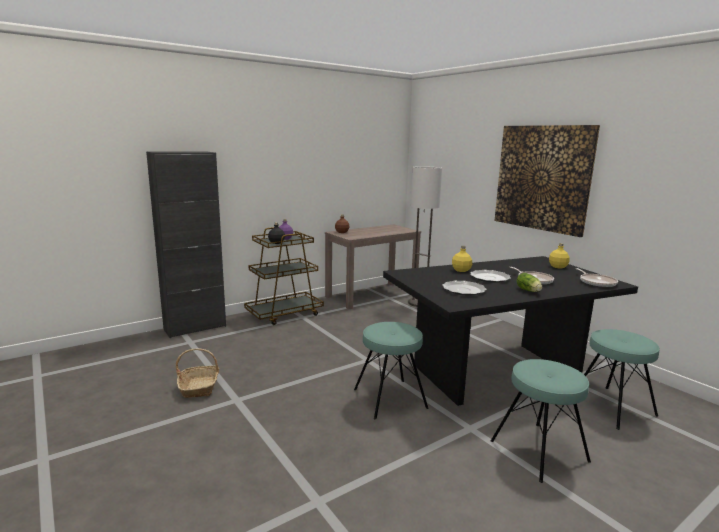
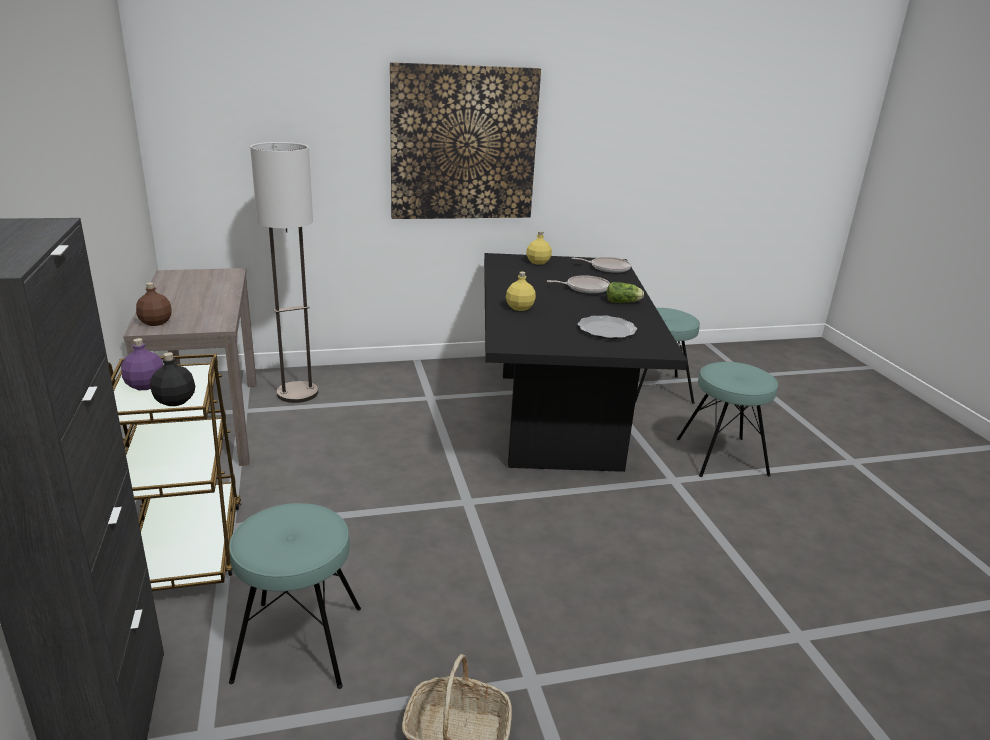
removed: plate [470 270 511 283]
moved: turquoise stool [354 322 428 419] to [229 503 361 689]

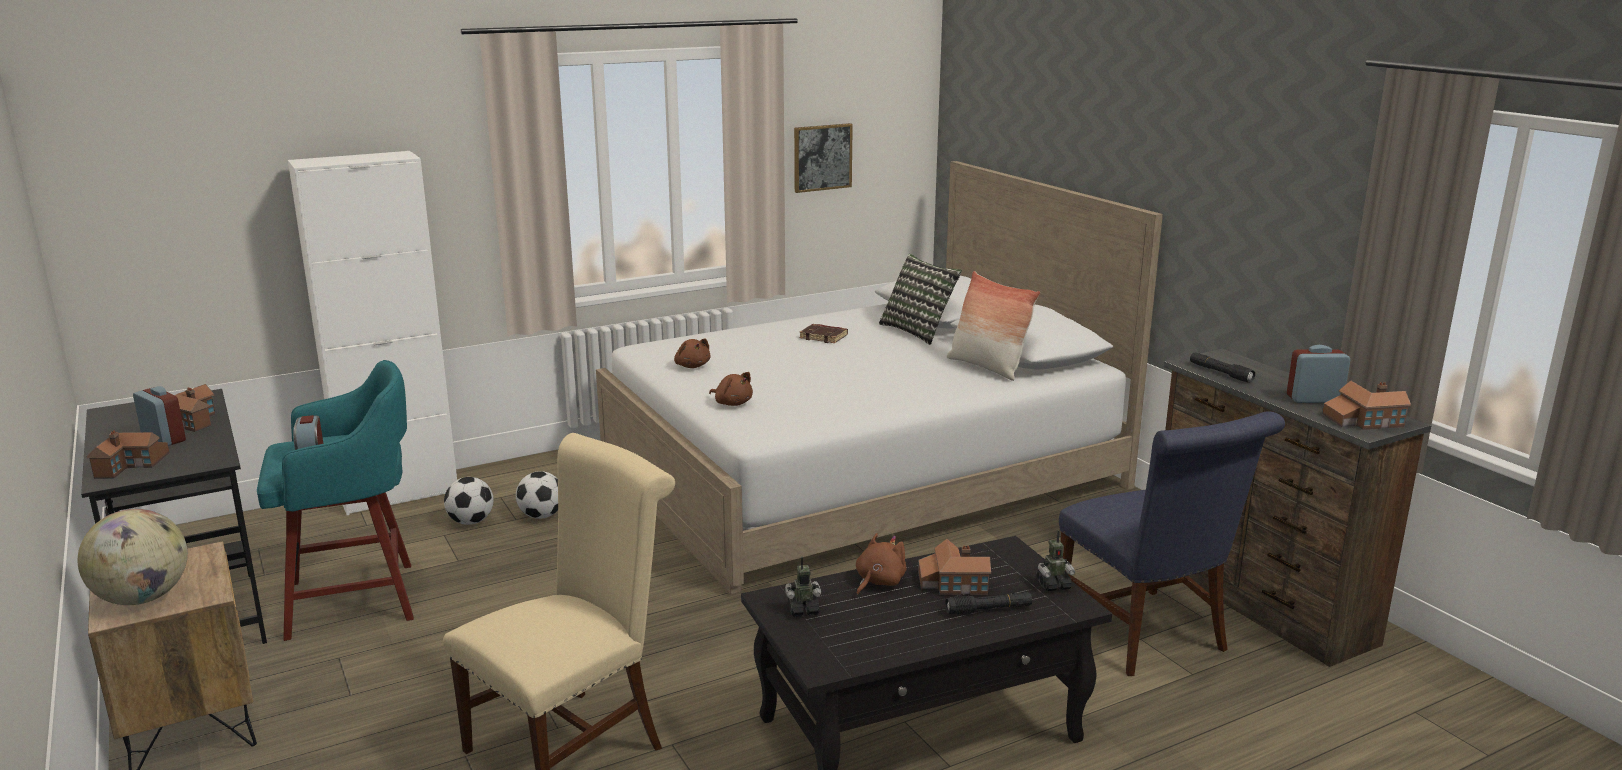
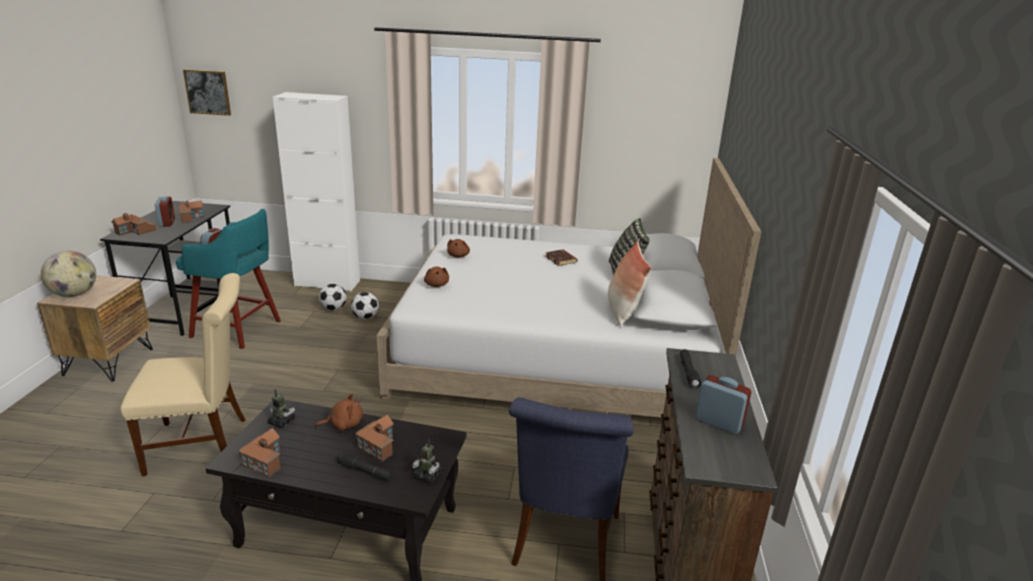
moved: picture [794 123 853 193] to [183 69 231 116]; toy house [1322 380 1411 430] to [239 428 280 478]

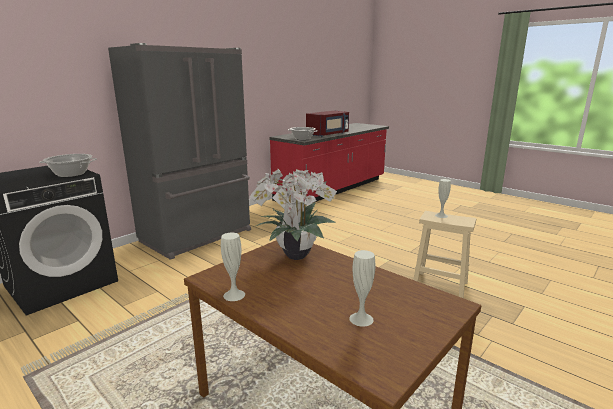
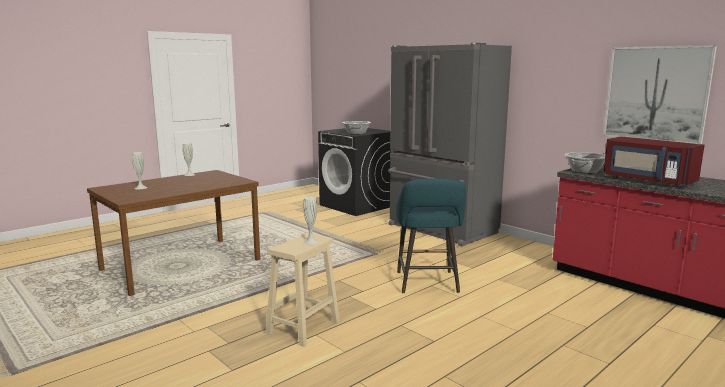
removed: potted plant [249 169 337 260]
added: turquoise stool [397 179 466 294]; picture [603 45 717 144]

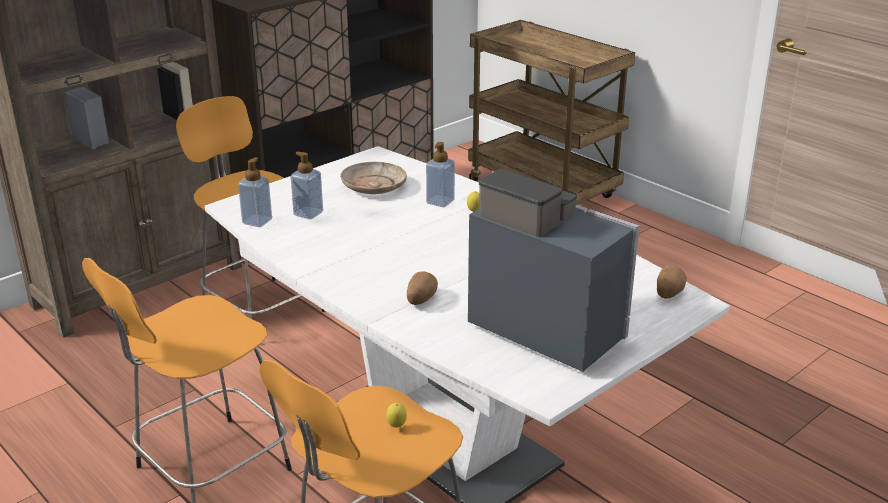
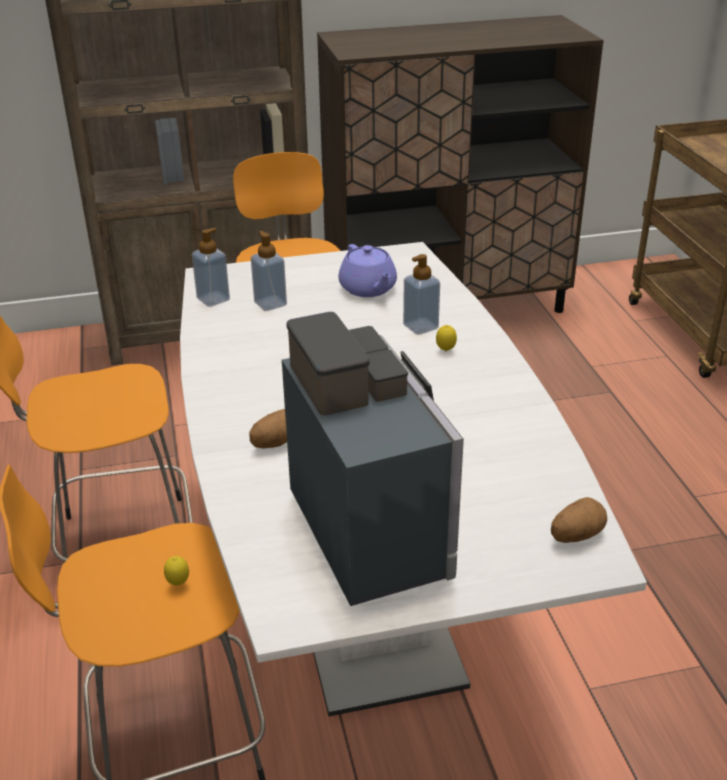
replaced: beige plate [340 162 407 194] to purple teapot [339 244 397 297]

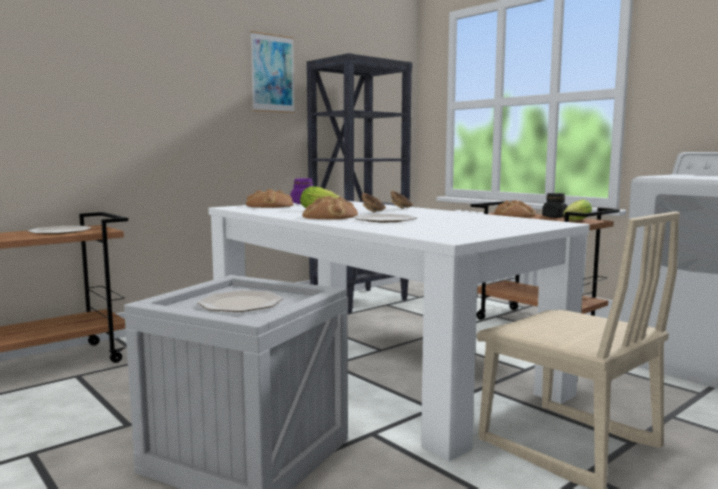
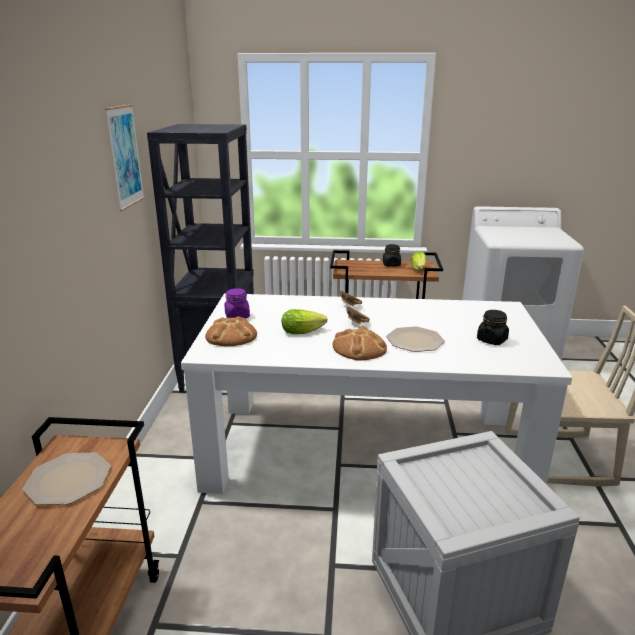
removed: plate [197 290 283 312]; bread [494 200 536 217]
added: black jar [477 310 509 345]

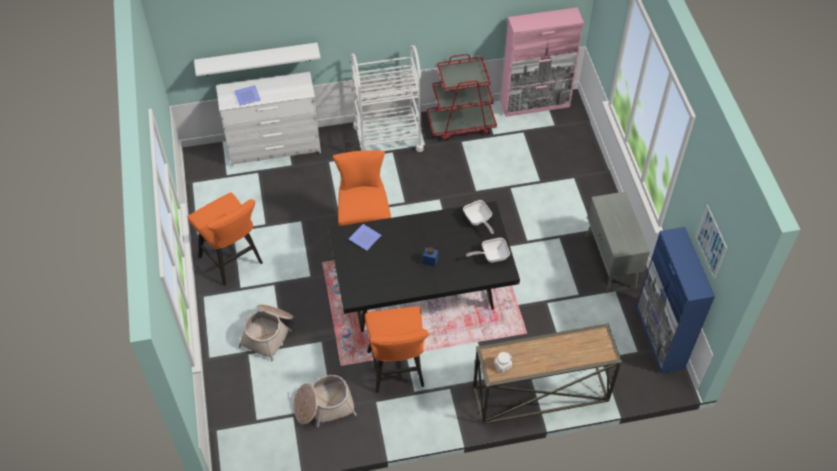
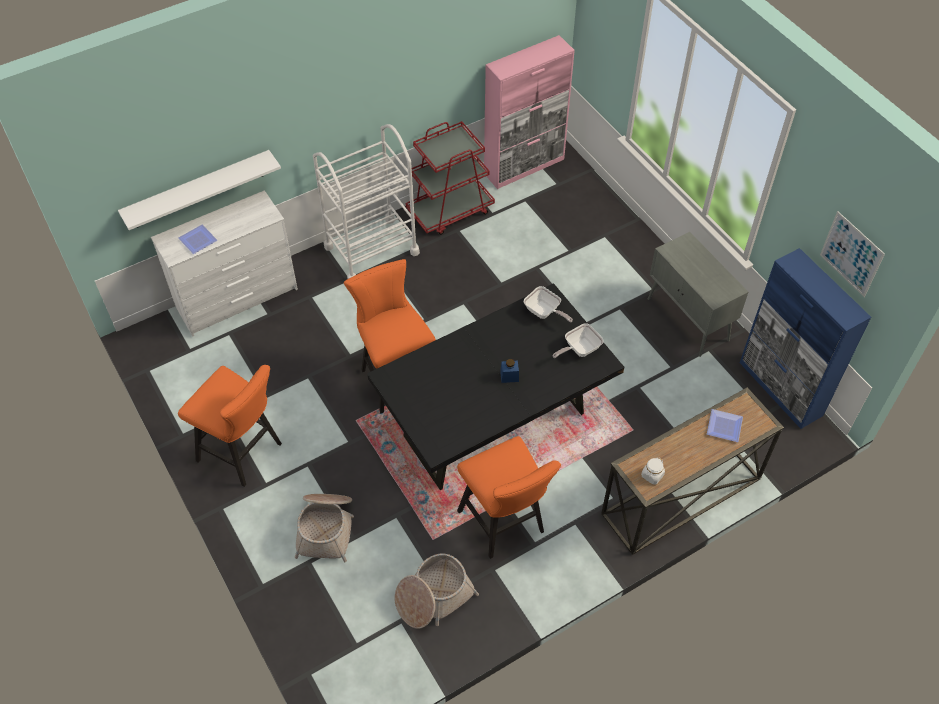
moved: plate [349 224 381 250] to [707 409 743 442]

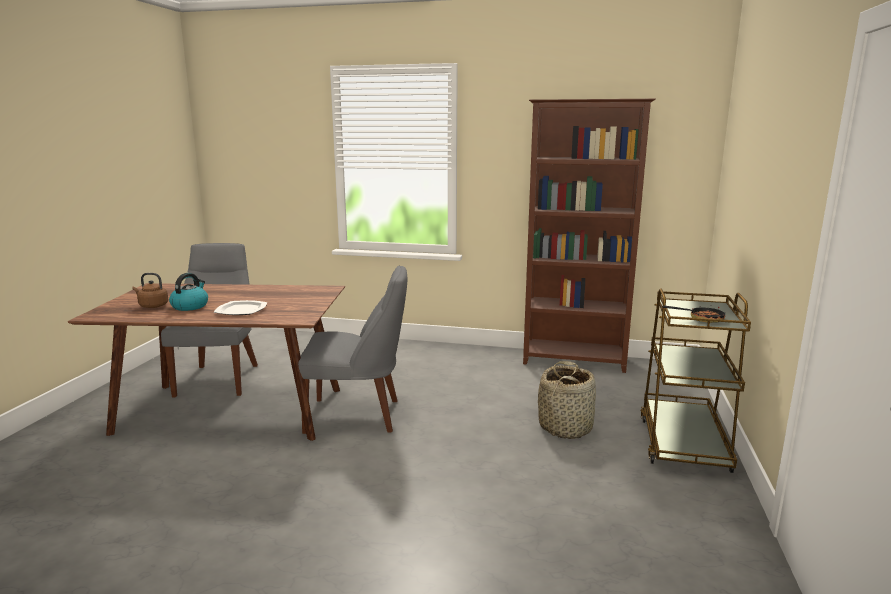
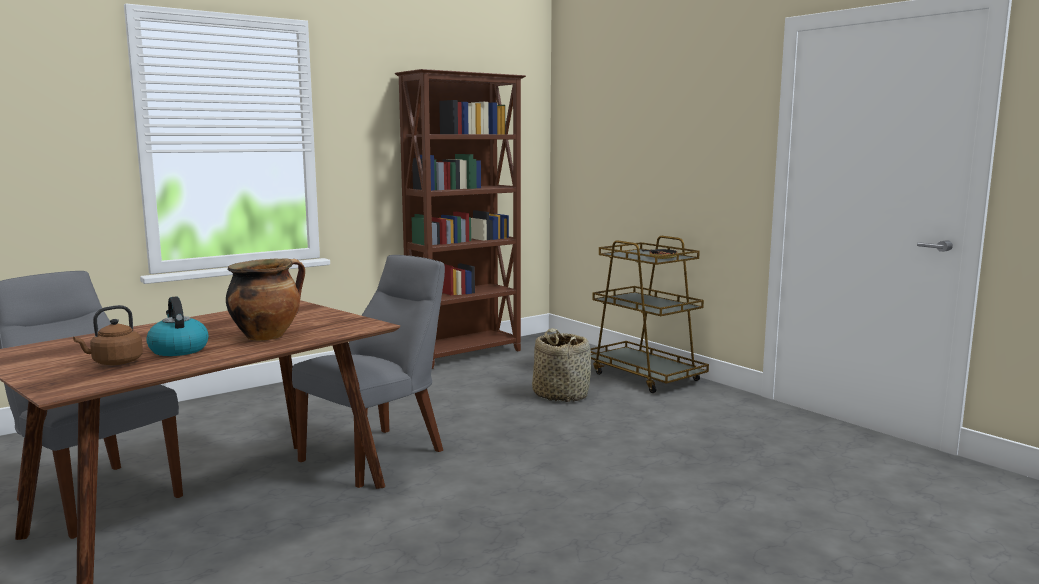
replaced: plate [214 300 267 315] to cooking pot [226 259 305 341]

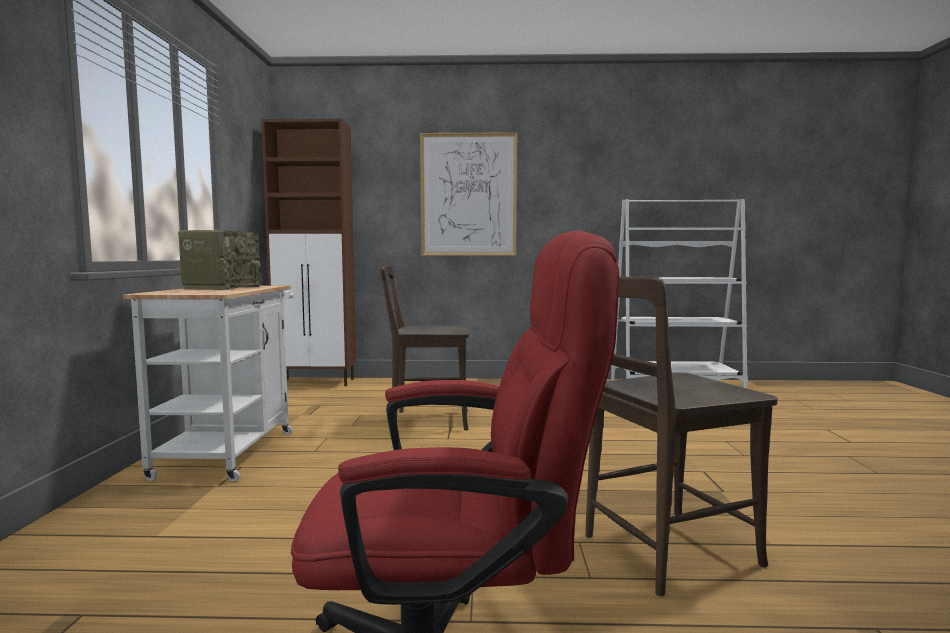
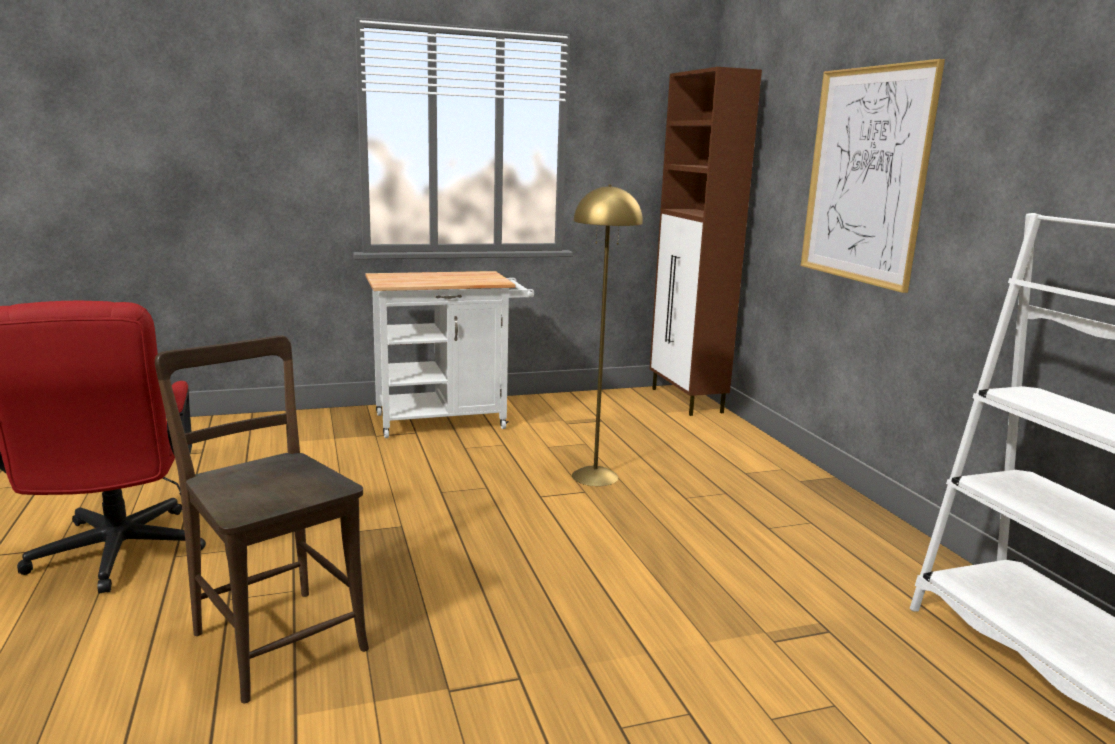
removed: radio [178 230 264 290]
replaced: brown chair [379 265 469 430] to yellow floor lamp [572 184 643 486]

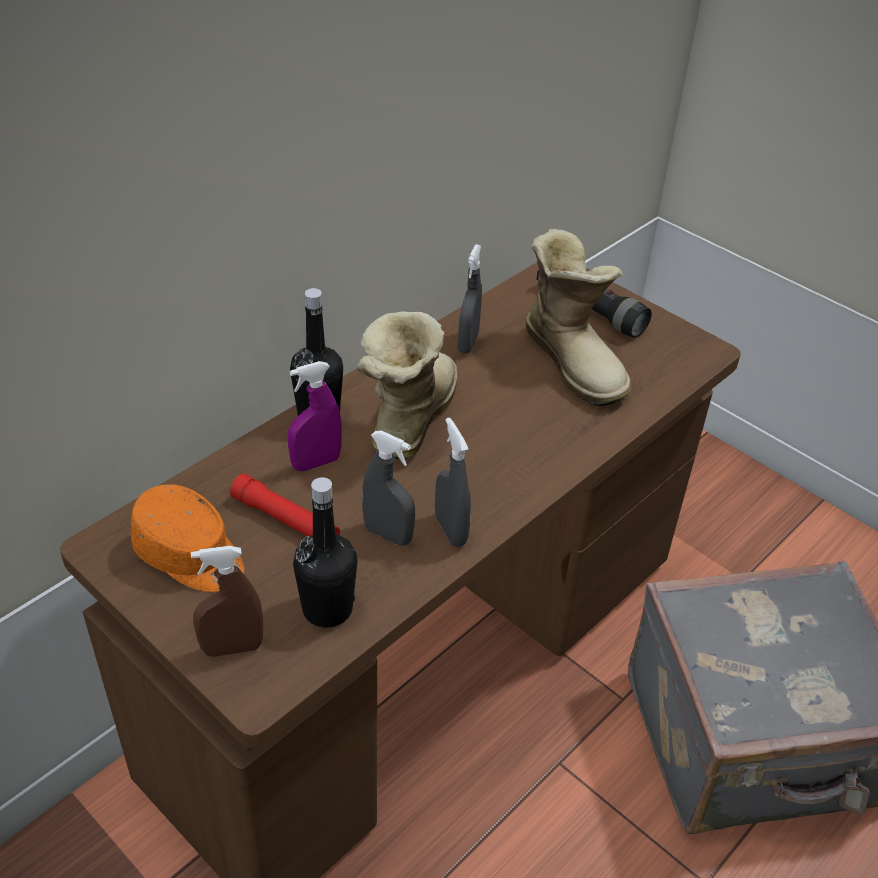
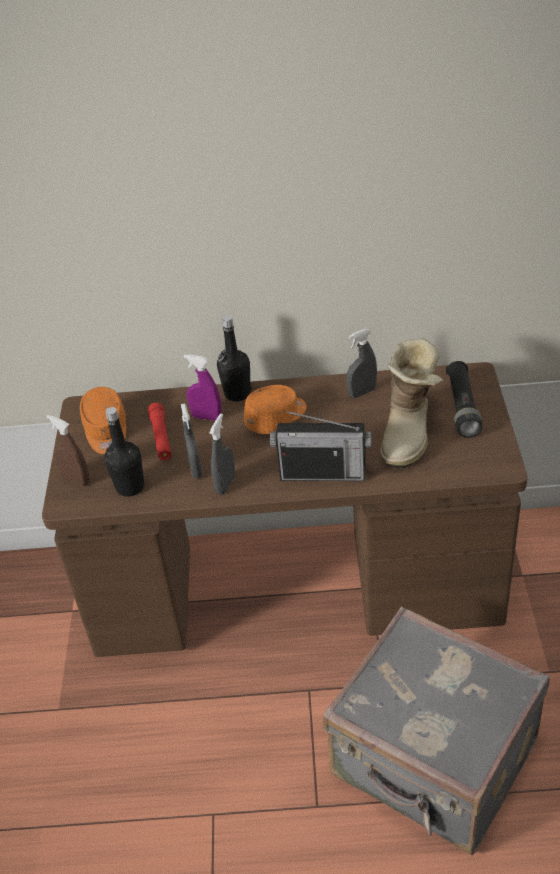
added: radio [270 410 371 481]
replaced: boot [356 312 458 459] to orange cap [244 385 306 434]

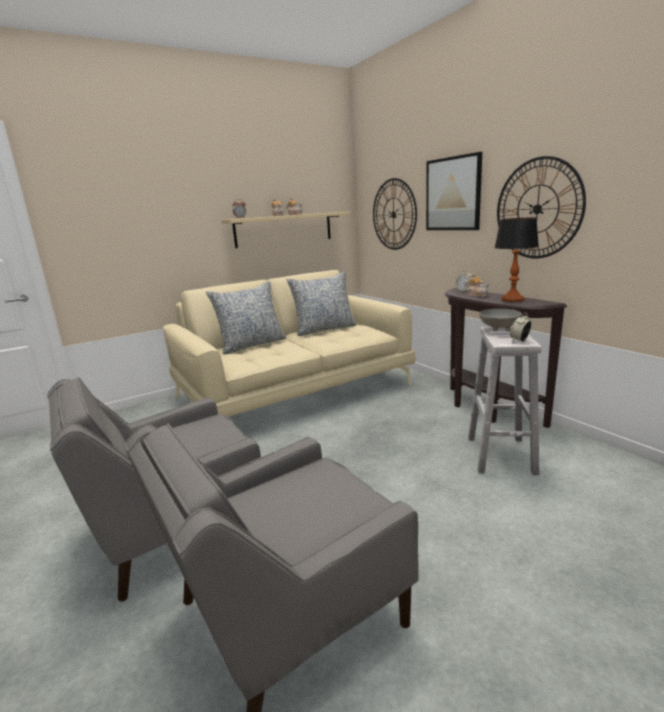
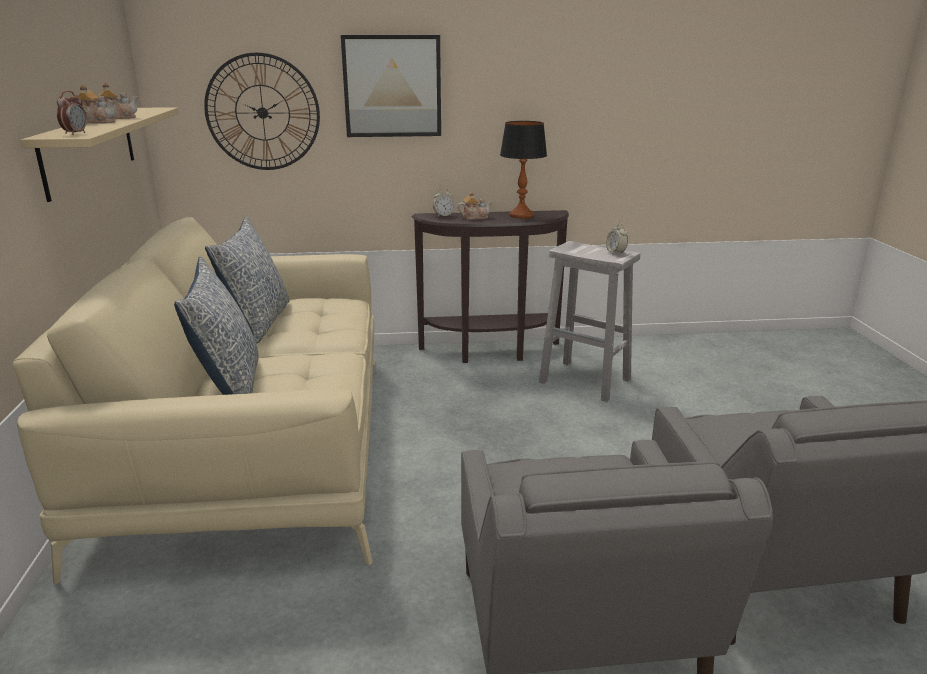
removed: grey bowl [479 309 522 332]; wall clock [497 156 586 258]

